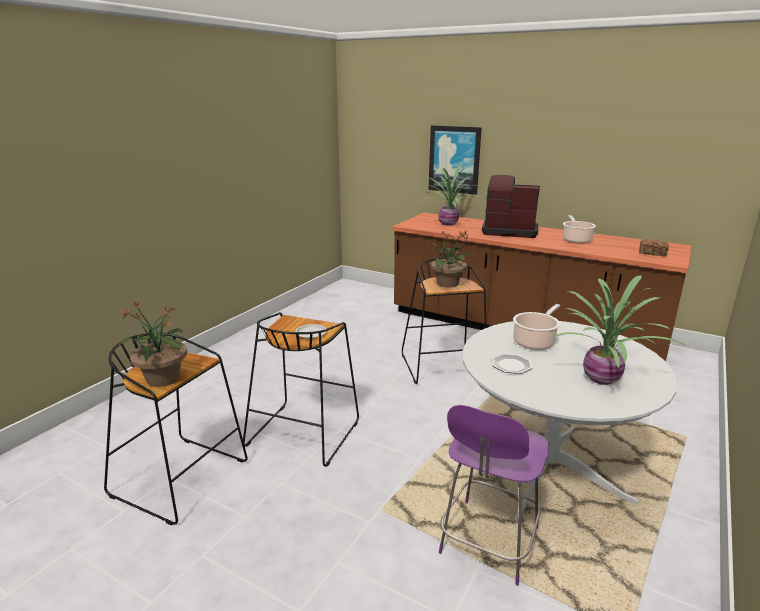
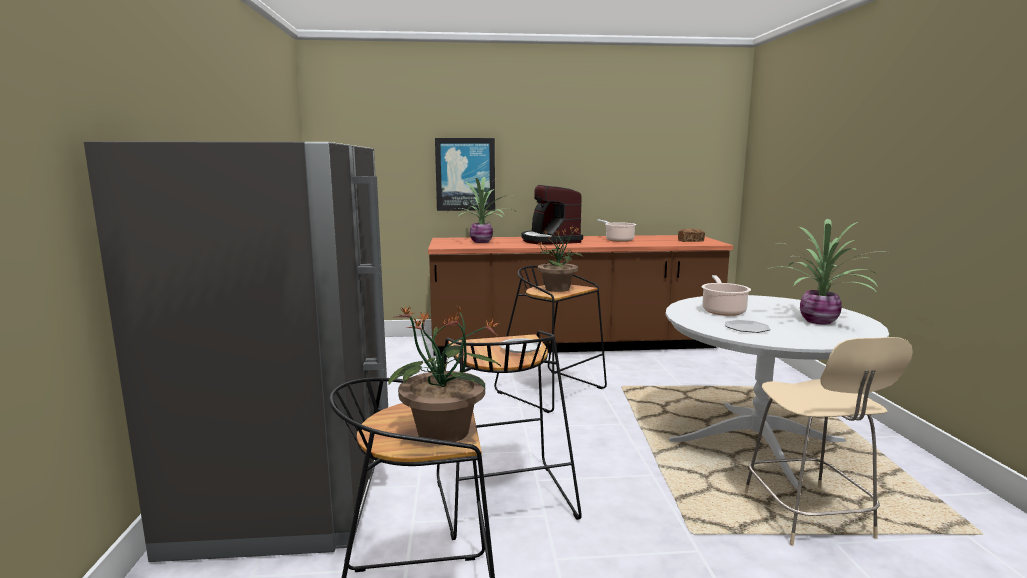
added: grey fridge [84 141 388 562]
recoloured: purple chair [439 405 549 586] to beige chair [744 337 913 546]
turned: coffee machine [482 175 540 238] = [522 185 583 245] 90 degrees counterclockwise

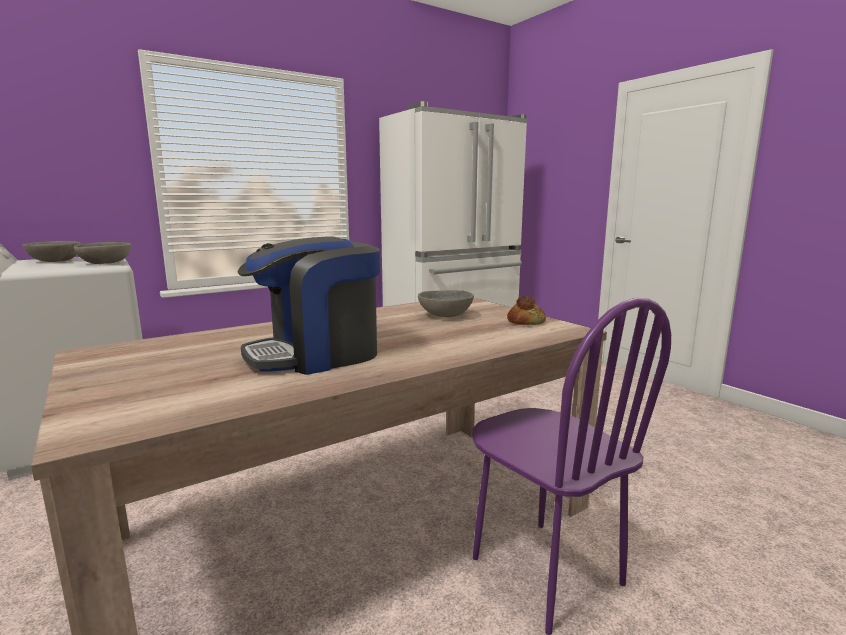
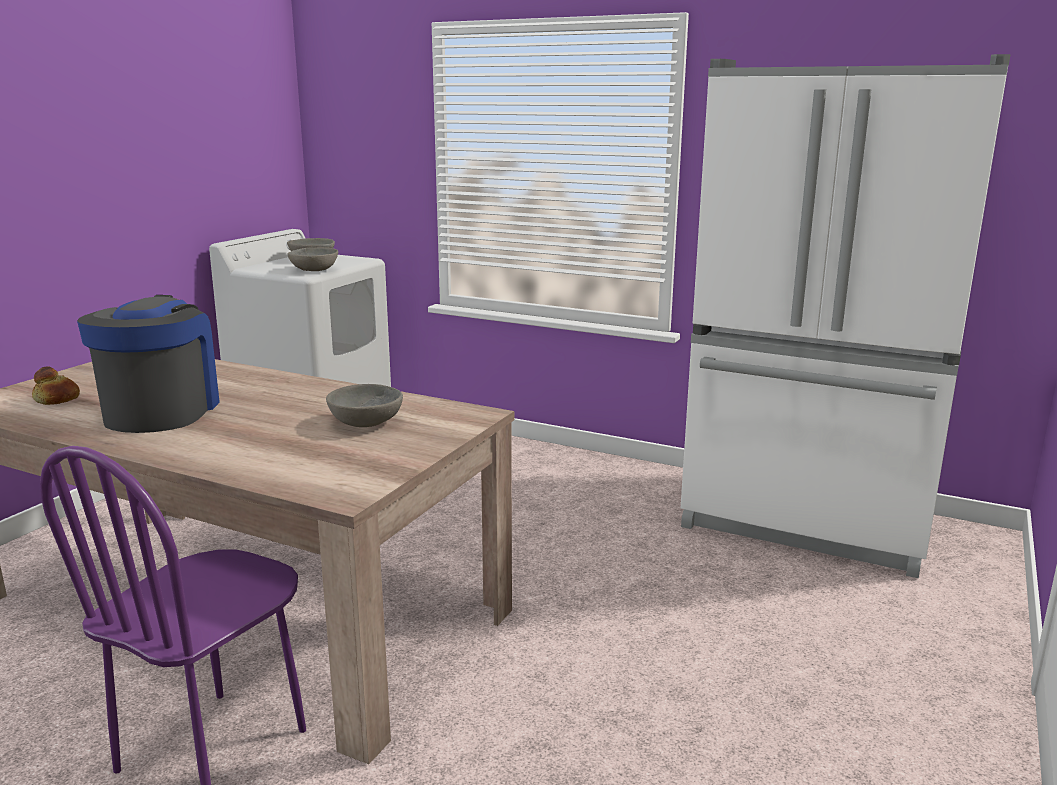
moved: bread [507 295 546 325] to [32 366 80 405]
turned: coffee machine [238 236 380 375] = [77 295 220 433] 60 degrees clockwise

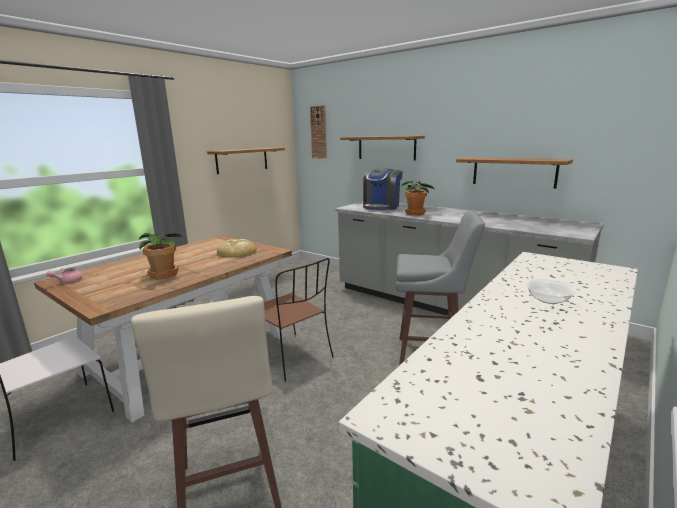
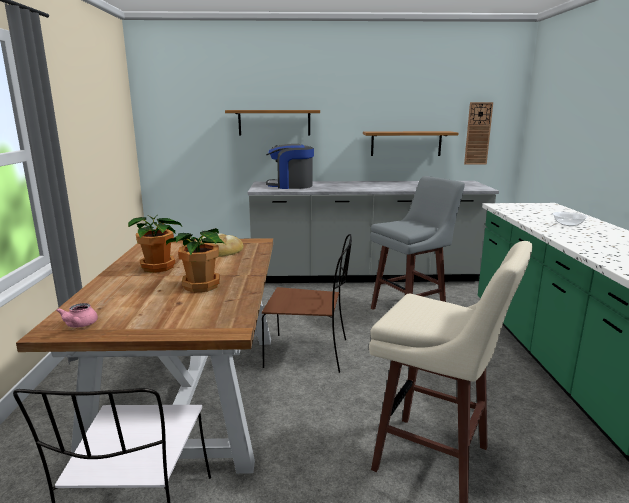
removed: shelf [207 148 285 174]
moved: potted plant [402 181 435 216] to [128 216 182 273]; wall clock [310 105 327 159] to [464 102 493 165]
turned: coffee machine [363 167 403 210] = [266 144 314 189] 105 degrees clockwise

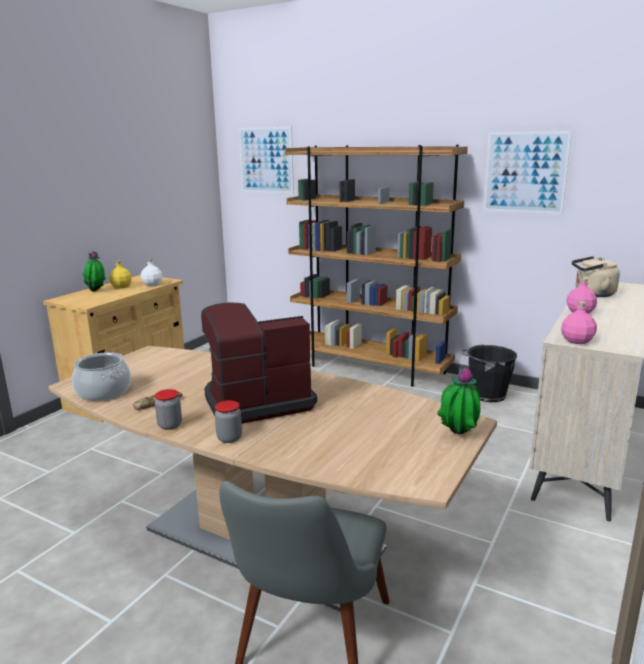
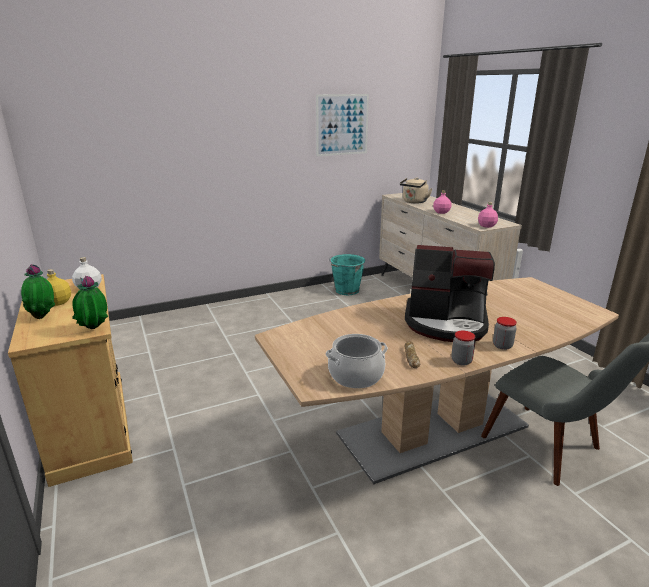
removed: picture [239 127 294 194]; brown bookcase [285 145 468 387]
moved: potted plant [438 367 480 435] to [72 276 108 329]
recoloured: black bucket [462 344 517 402] to turquoise bucket [329 254 365 295]
turned: coffee machine [201 302 317 424] = [405 245 495 342] 90 degrees counterclockwise

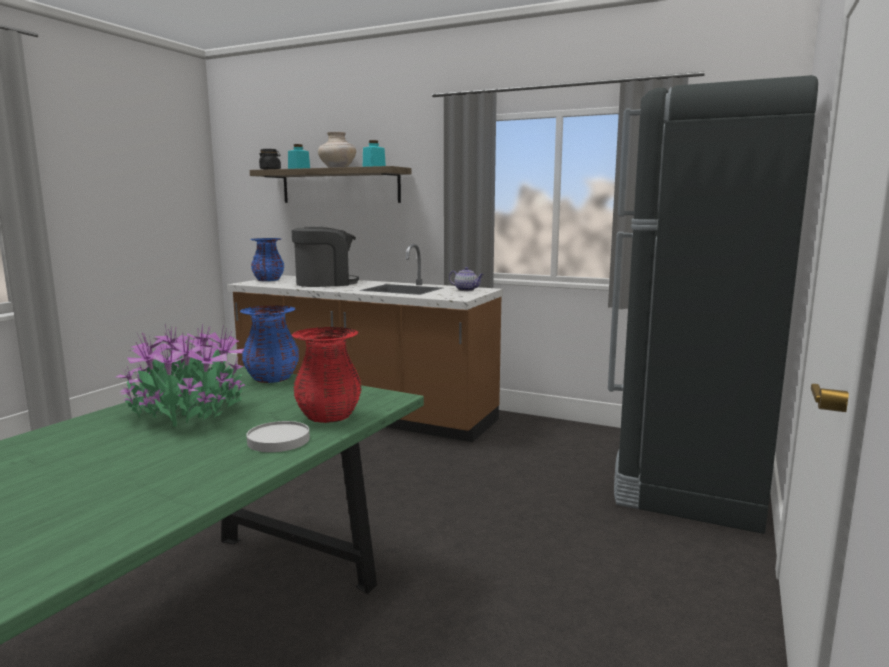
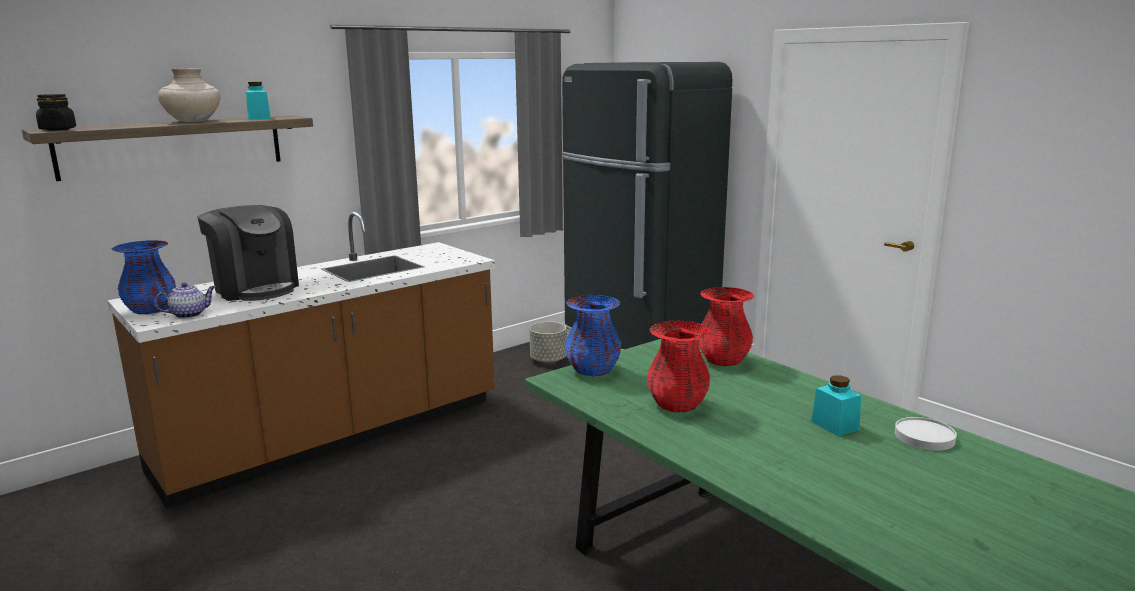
added: grey planter [529 322 567 363]
moved: teapot [449 267 484 291] to [154 282 215 318]; turquoise jar [288 144 310 169] to [811 375 861 436]; white plate [246 421 310 452] to [895 417 957 451]
replaced: potted plant [116 324 247 427] to red vase [647 321 711 412]
turned: coffee machine [291 226 359 287] = [197 205 299 301] 135 degrees clockwise

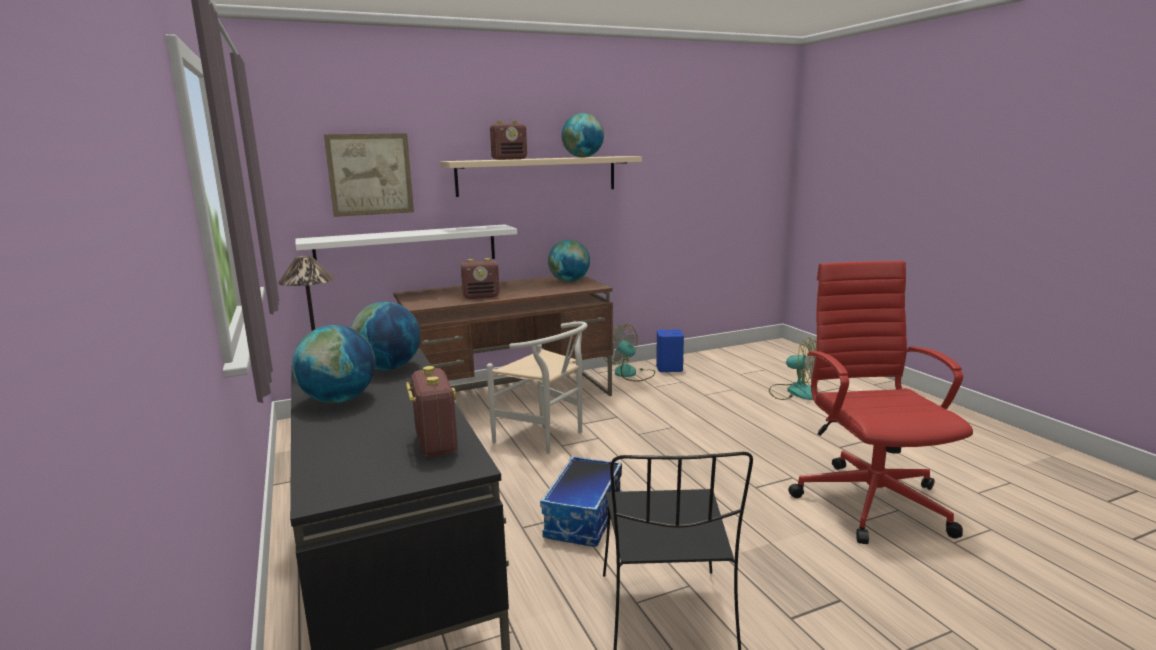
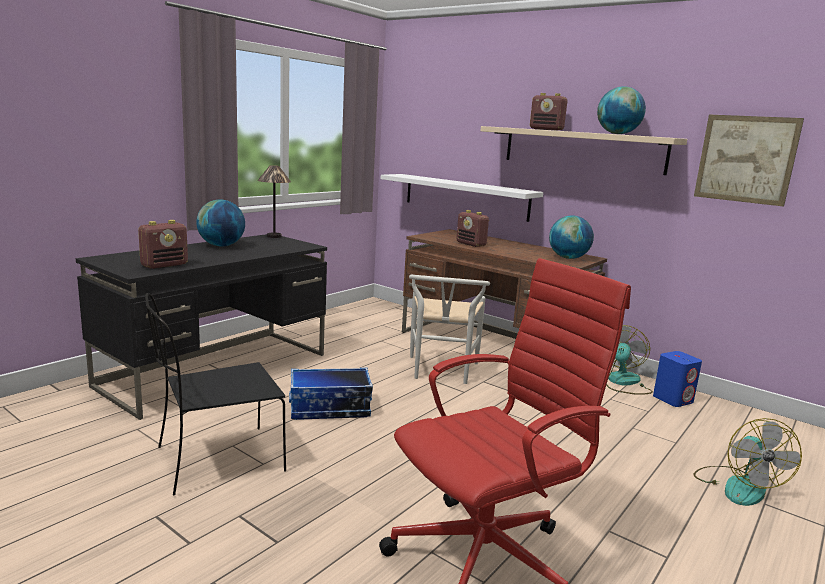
removed: globe [351 302 421 370]
moved: picture [324 133 414 217] to [694 115 804 207]

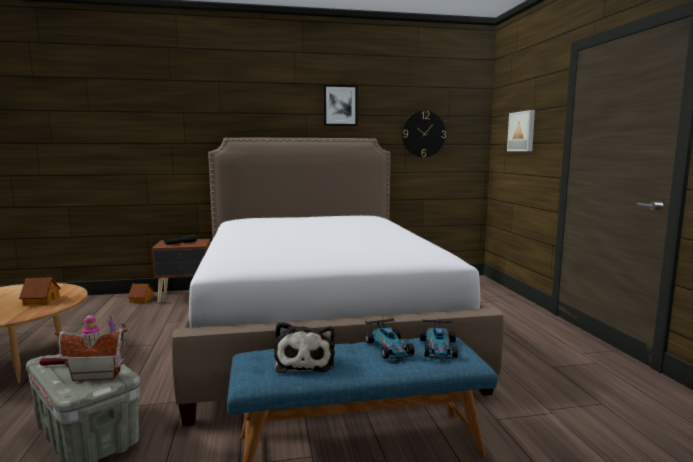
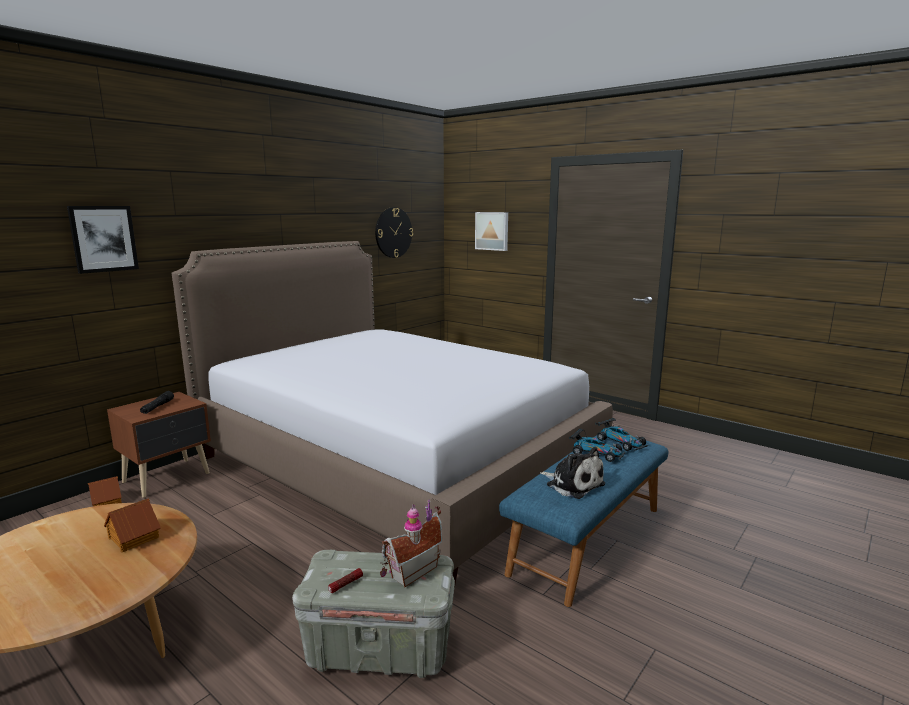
moved: picture [323 84 358 126] to [67 206 139 274]

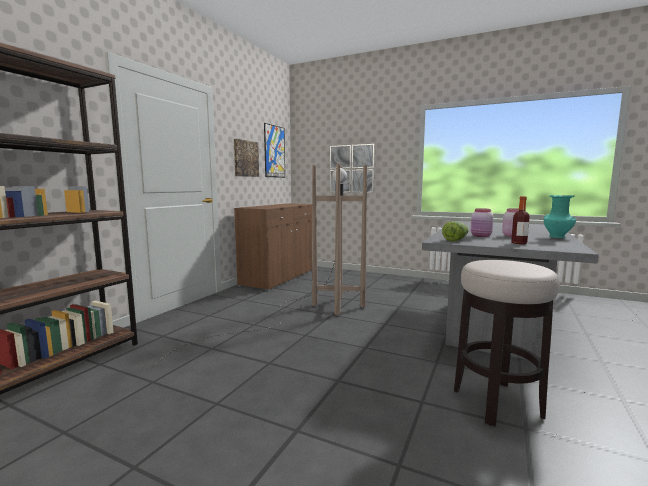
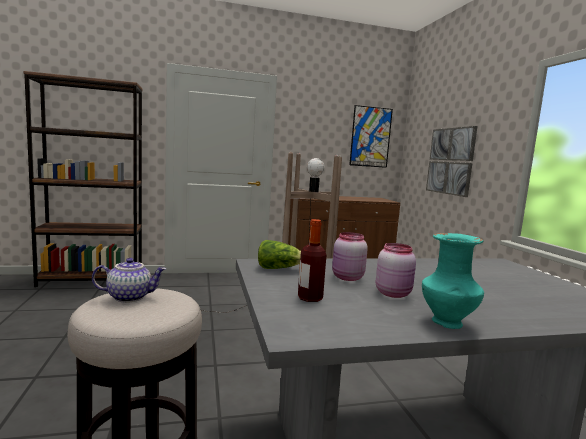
removed: picture [234 139 259 177]
added: teapot [92 258 166 303]

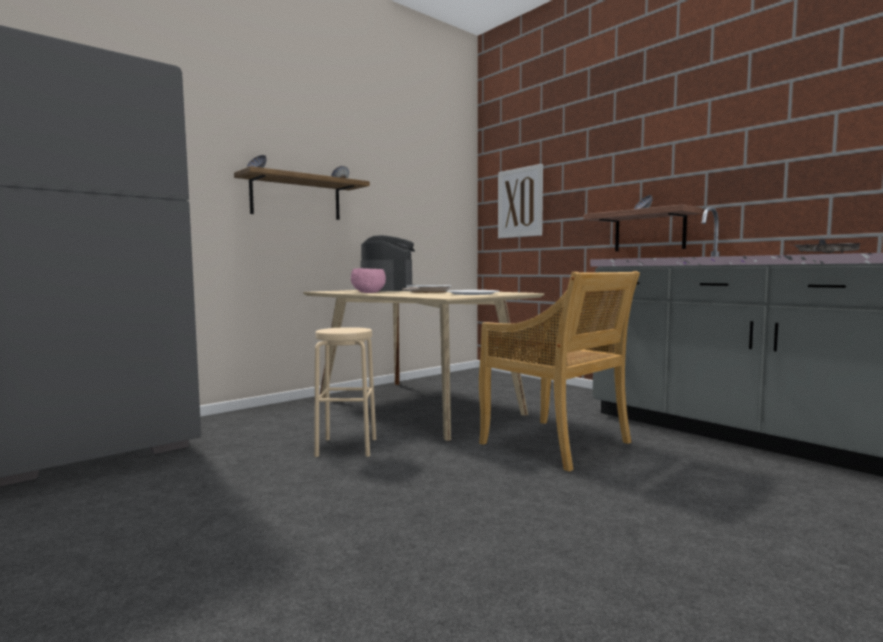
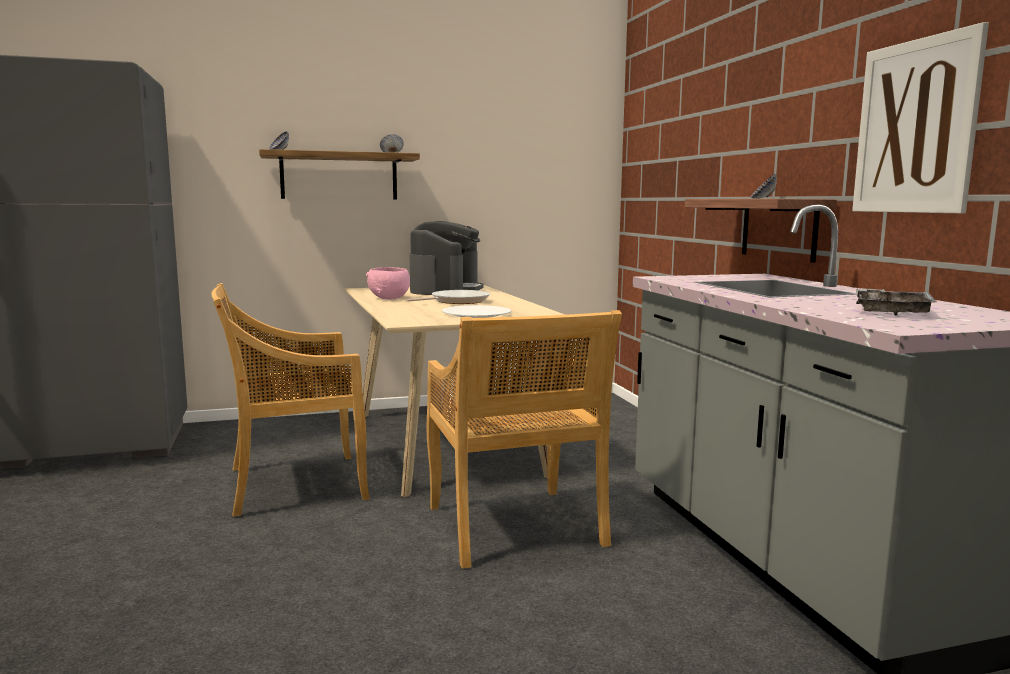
moved: picture [498 164 543 238] to [852 22 989 213]
replaced: beige stool [314 327 376 457] to beige chair [211 283 370 517]

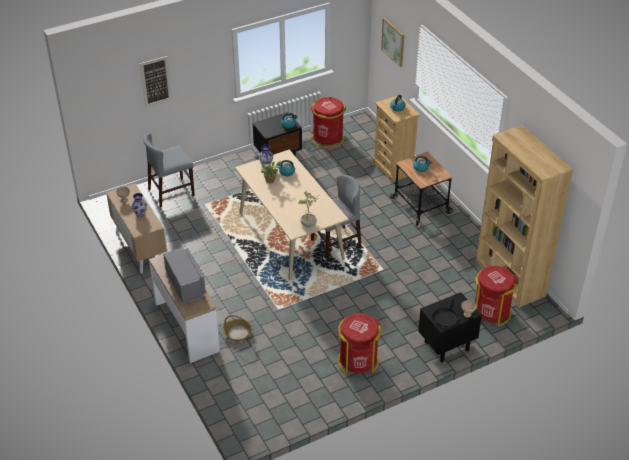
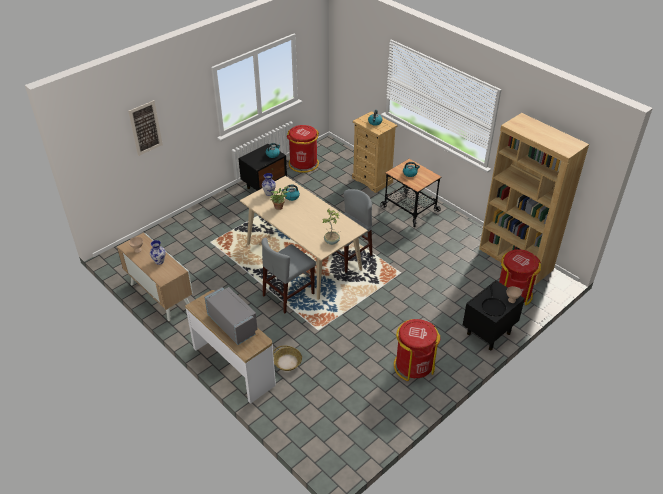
removed: picture [381 18 404 67]
moved: grey chair [143 133 195 207] to [262 238 316 314]

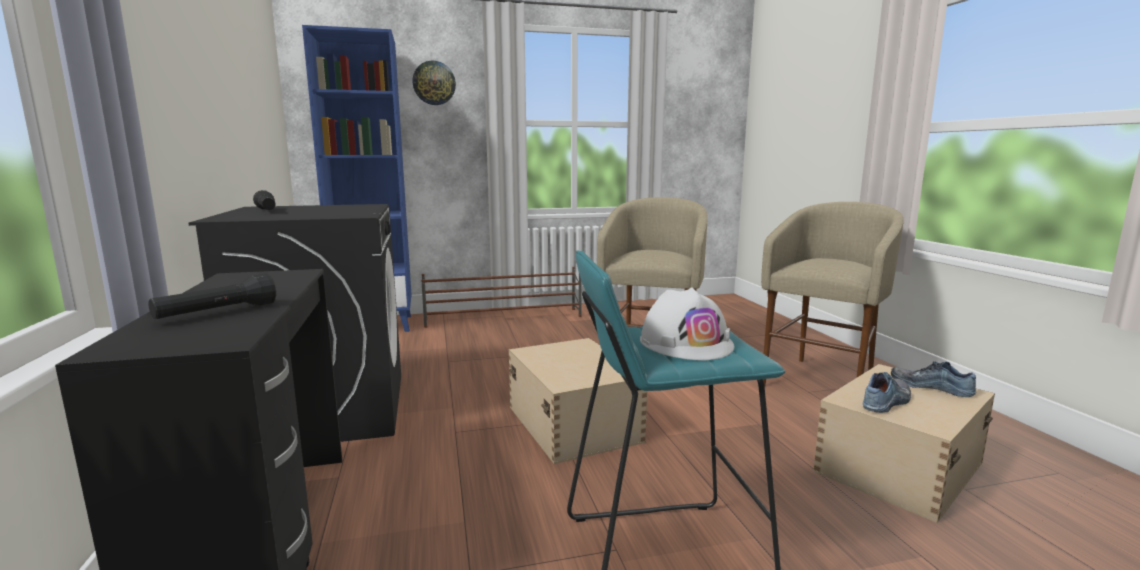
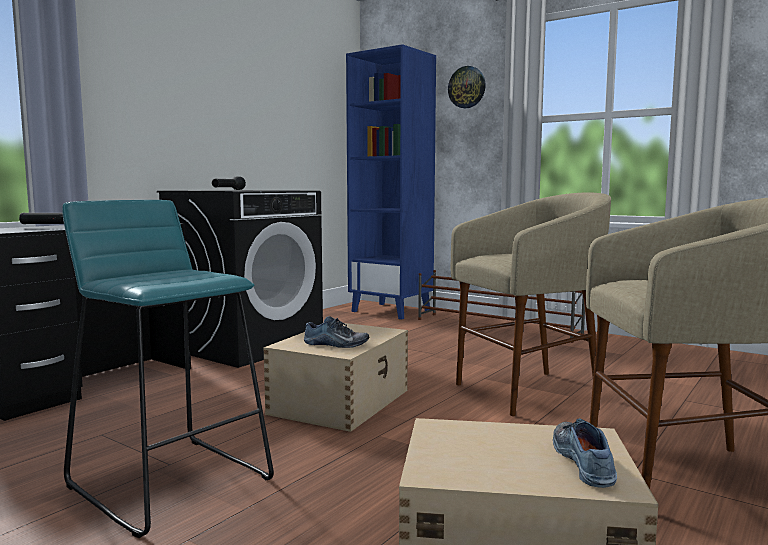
removed: white hard hat [640 288 734 360]
moved: shoe [863 372 911 413] to [304 316 369 348]

